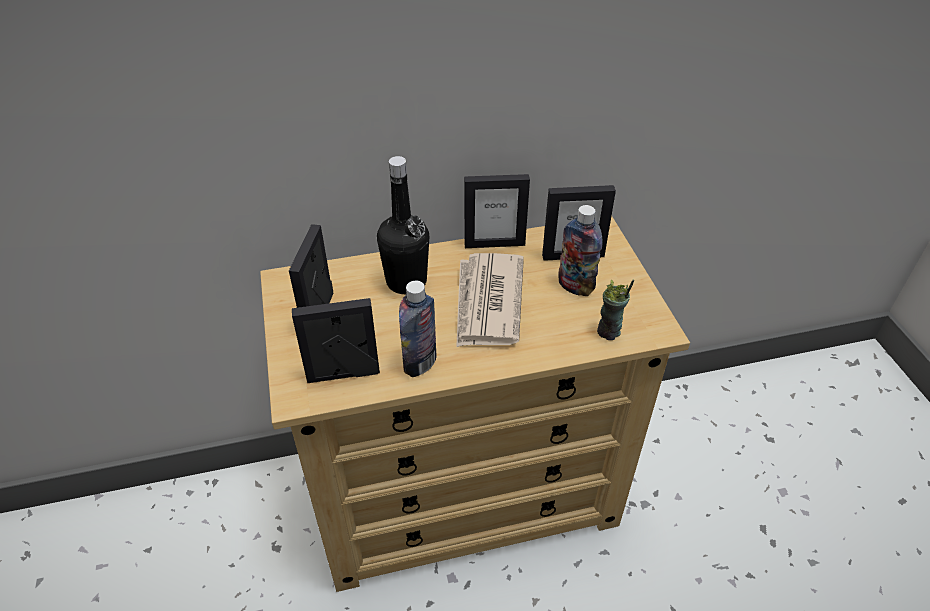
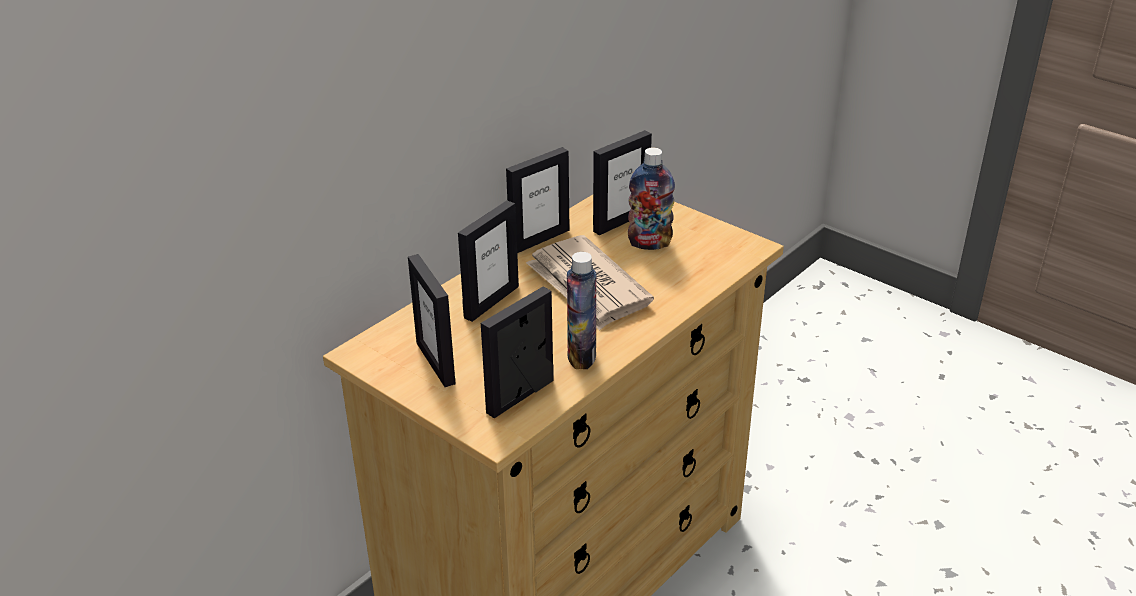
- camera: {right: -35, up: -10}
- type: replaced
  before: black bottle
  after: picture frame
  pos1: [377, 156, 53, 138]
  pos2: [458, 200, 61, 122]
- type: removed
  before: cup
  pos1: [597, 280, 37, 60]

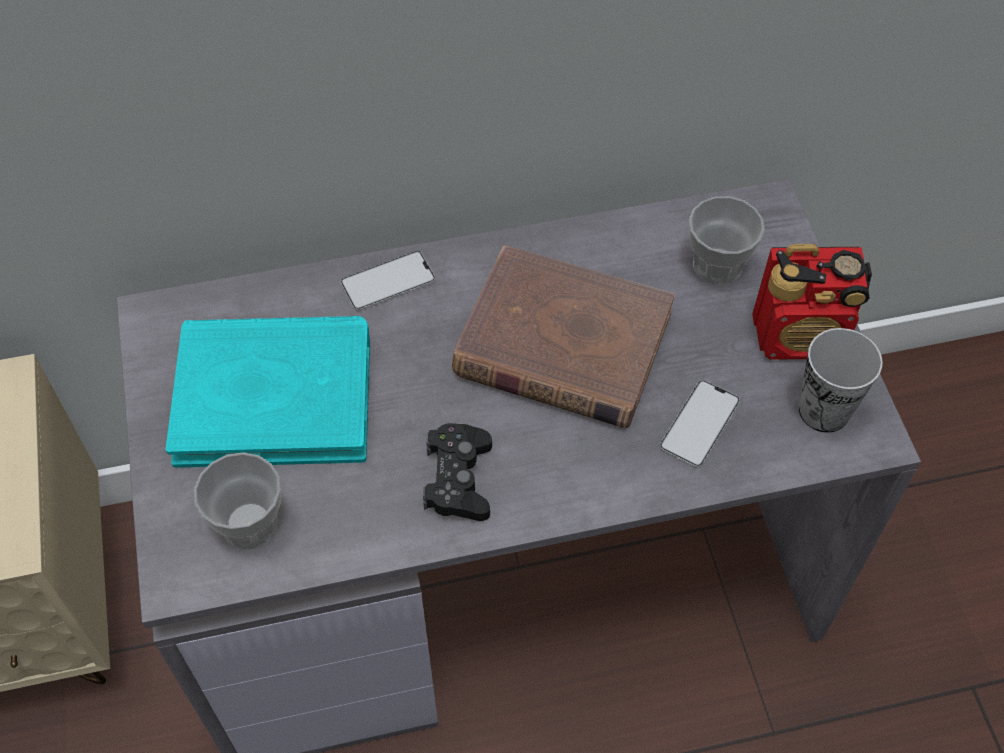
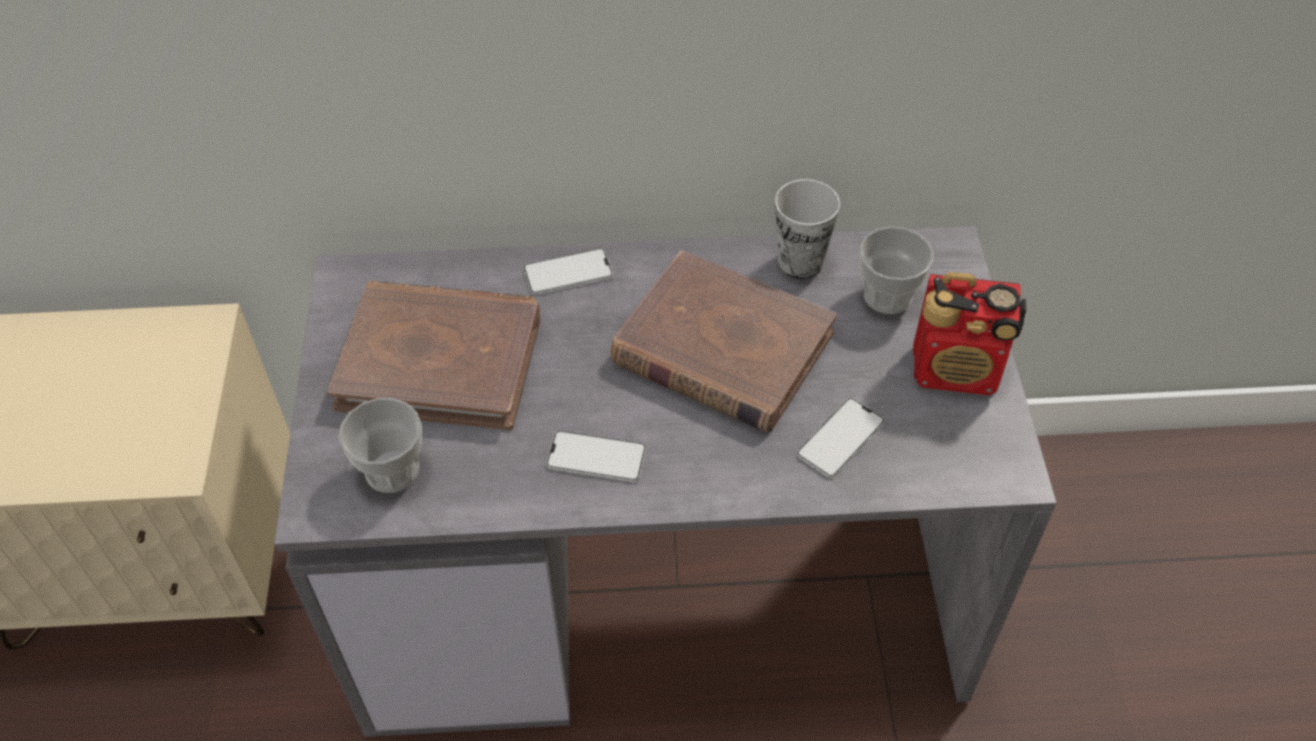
- camera: {right: 10, up: -5}
- type: recoloured
  before: turquoise book
  after: brown book
  pos1: [166, 316, 204, 152]
  pos2: [327, 281, 213, 149]
- type: replaced
  before: black game controller
  after: phone
  pos1: [423, 423, 69, 98]
  pos2: [546, 431, 100, 51]
- type: moved
  before: cup
  pos1: [799, 328, 83, 105]
  pos2: [775, 179, 65, 100]

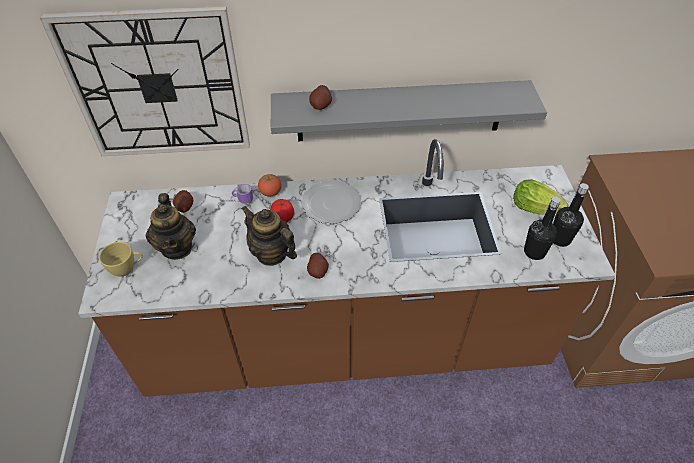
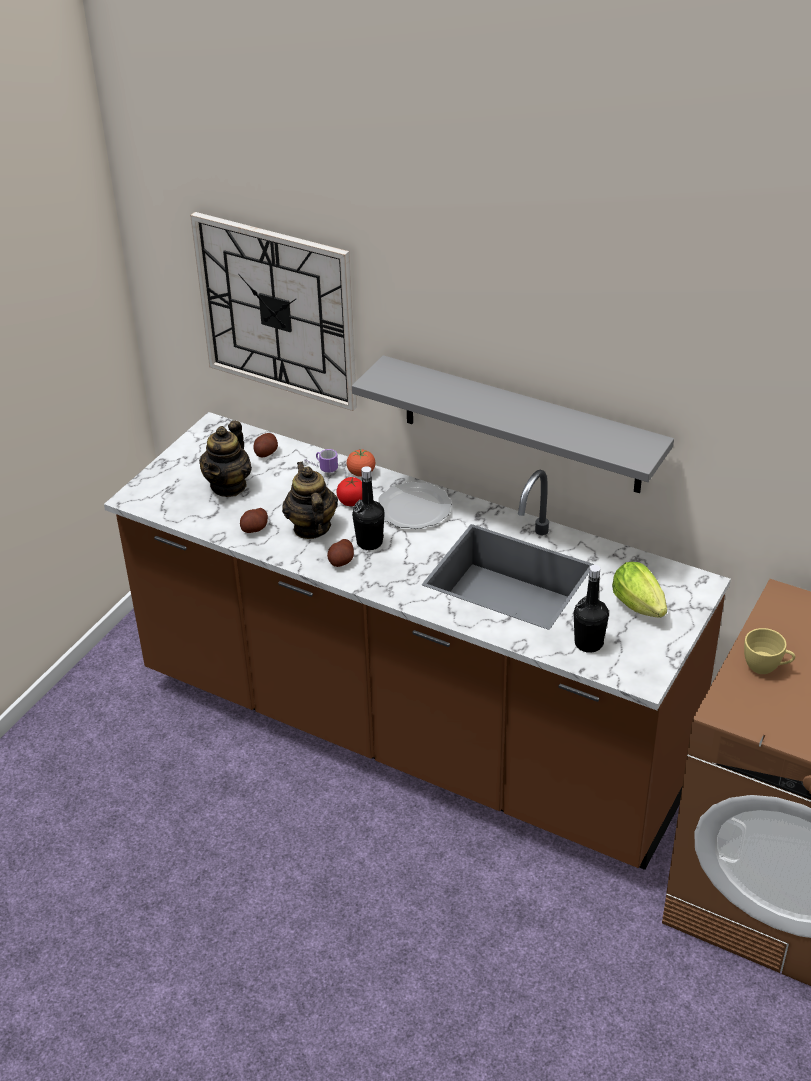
- camera: {right: 35, up: -10}
- type: moved
  before: potato
  pos1: [309, 85, 23, 25]
  pos2: [240, 508, 28, 25]
- type: moved
  before: black bottle
  pos1: [553, 183, 36, 64]
  pos2: [352, 466, 33, 84]
- type: moved
  before: yellow cup
  pos1: [99, 242, 44, 35]
  pos2: [744, 628, 51, 46]

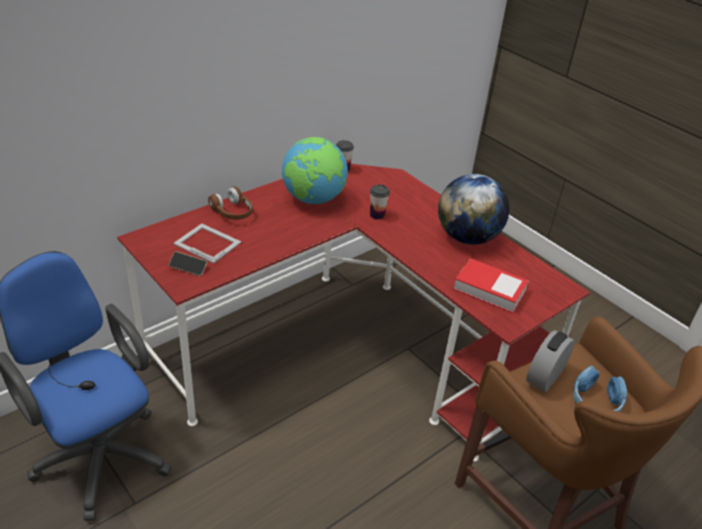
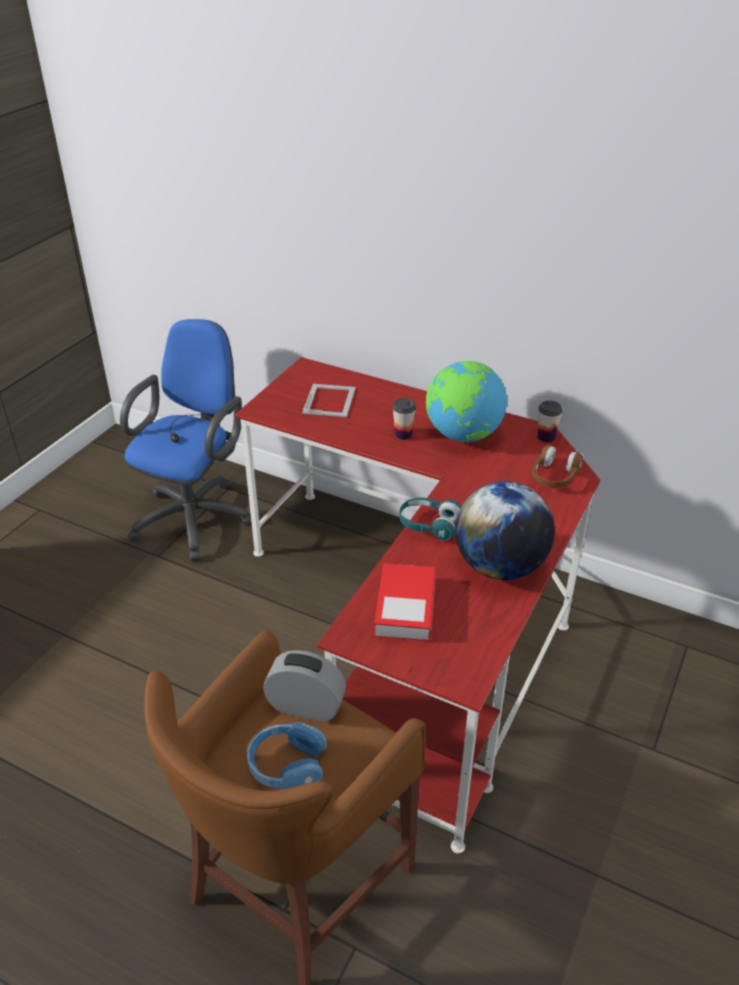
- camera: {right: 70, up: 0}
- type: moved
  before: cup
  pos1: [370, 184, 20, 36]
  pos2: [392, 398, 24, 42]
- type: added
  after: turquoise headphones
  pos2: [399, 497, 62, 44]
- type: moved
  before: brown headphones
  pos1: [208, 186, 45, 34]
  pos2: [532, 445, 51, 43]
- type: removed
  before: phone
  pos1: [169, 252, 38, 24]

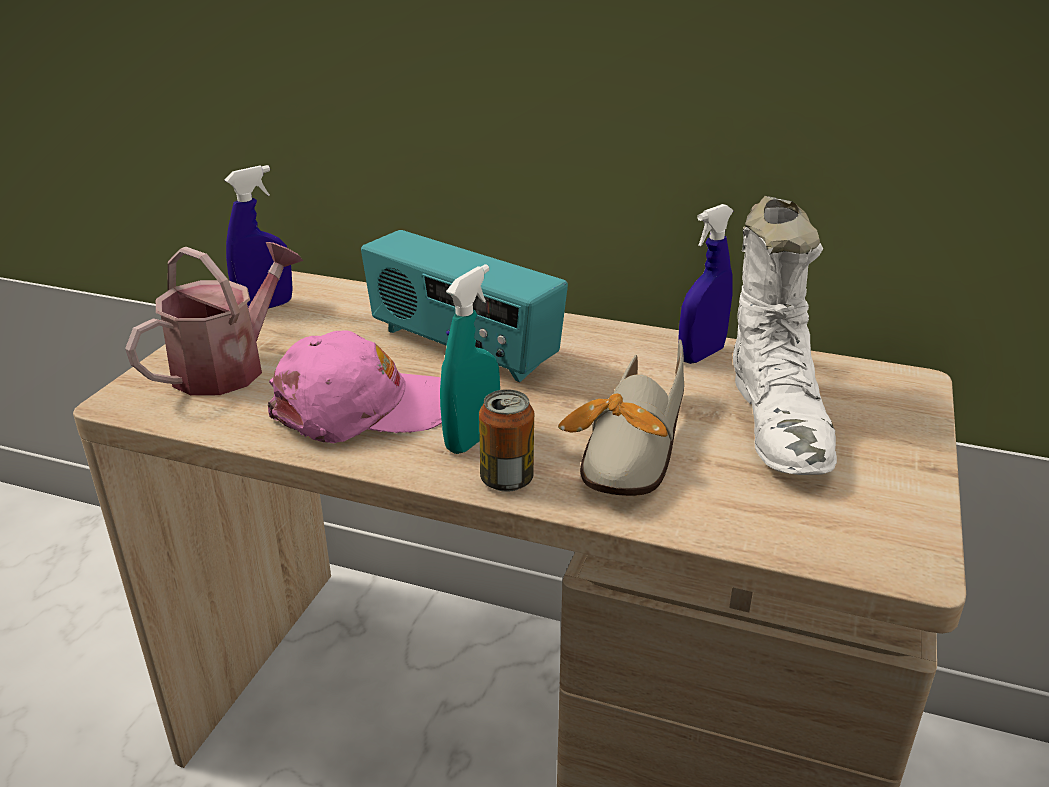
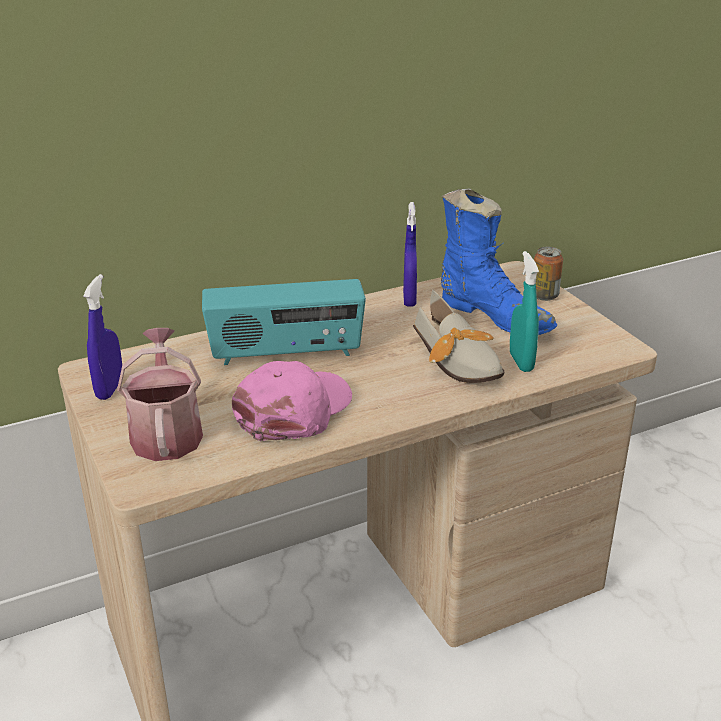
- camera: {right: -45, up: 0}
- type: recoloured
  before: white boot
  after: blue boot
  pos1: [733, 196, 104, 279]
  pos2: [441, 188, 116, 147]
- type: moved
  before: turquoise spray bottle
  pos1: [440, 264, 60, 190]
  pos2: [510, 251, 29, 121]
- type: moved
  before: can
  pos1: [479, 389, 55, 103]
  pos2: [534, 247, 29, 54]

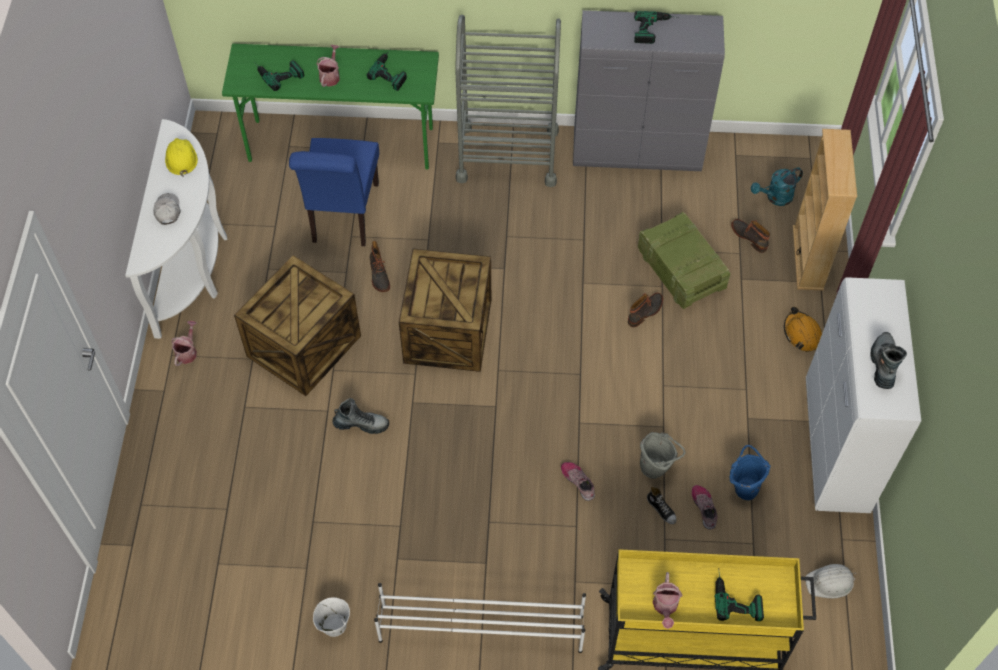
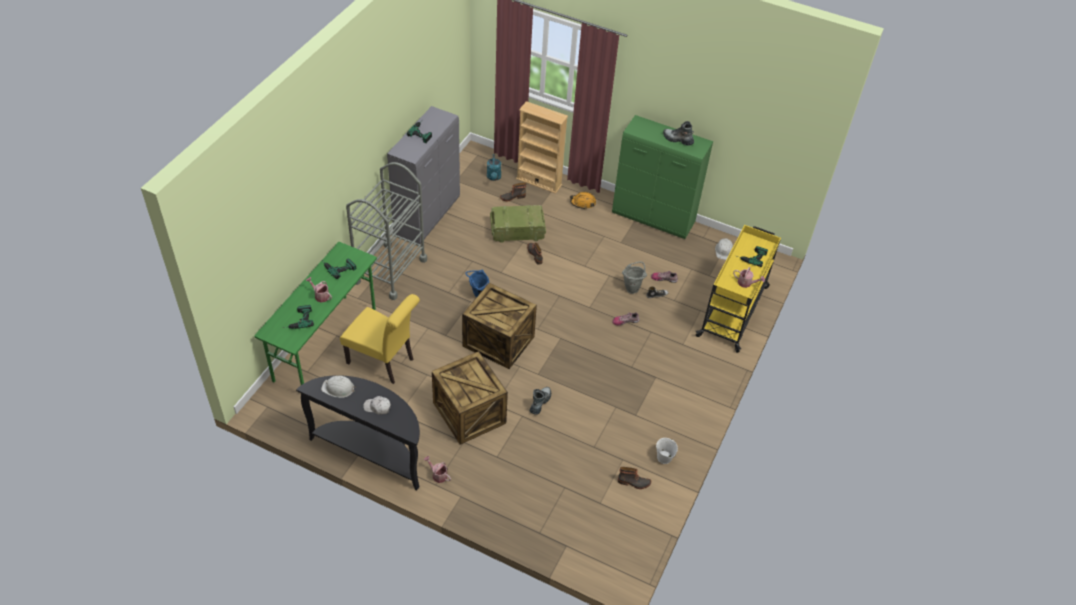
- camera: {right: -70, up: -10}
- type: recoloured
  before: white console table
  after: black console table
  pos1: [125, 119, 103, 220]
  pos2: [296, 375, 124, 115]
- type: recoloured
  before: yellow hard hat
  after: white hard hat
  pos1: [165, 138, 33, 39]
  pos2: [321, 376, 35, 22]
- type: recoloured
  before: blue chair
  after: yellow chair
  pos1: [289, 138, 90, 108]
  pos2: [340, 294, 80, 90]
- type: moved
  before: blue bucket
  pos1: [729, 445, 42, 55]
  pos2: [465, 270, 24, 27]
- type: recoloured
  before: white cabinet
  after: green cabinet
  pos1: [806, 277, 115, 236]
  pos2: [612, 115, 101, 124]
- type: moved
  before: boot
  pos1: [370, 241, 20, 51]
  pos2: [618, 467, 33, 22]
- type: removed
  before: white shoe rack
  pos1: [374, 583, 212, 70]

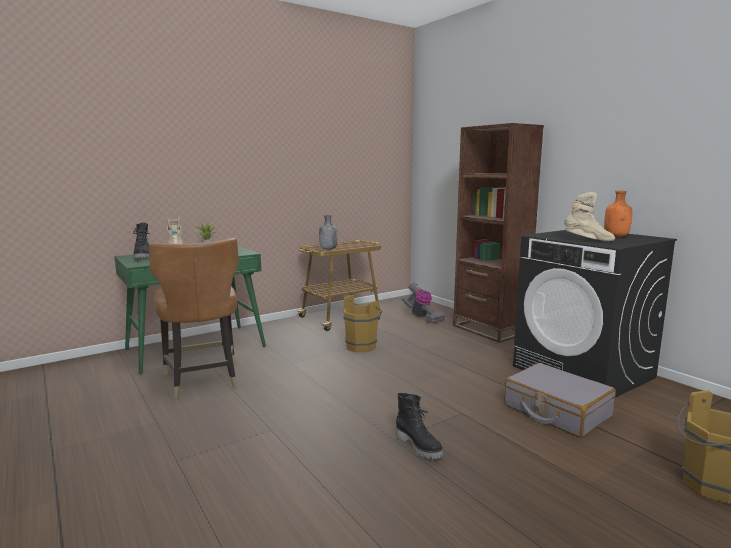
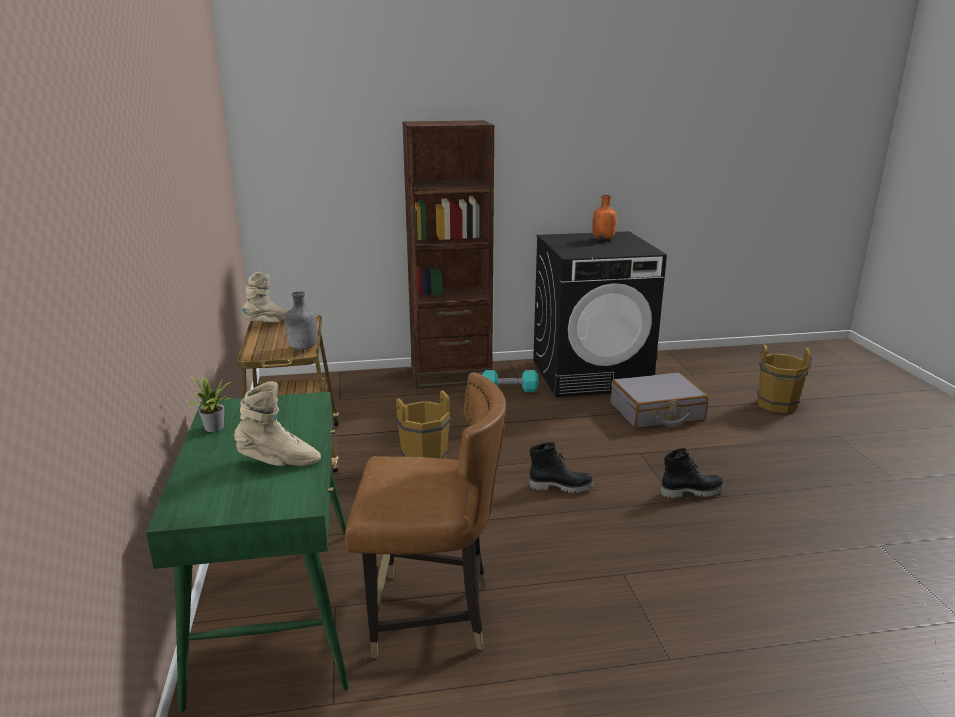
- camera: {right: -65, up: 10}
- type: moved
  before: beige boot
  pos1: [564, 192, 51, 49]
  pos2: [243, 272, 46, 50]
- type: added
  after: turquoise dumbbell
  pos2: [482, 370, 56, 22]
- type: moved
  before: black boot
  pos1: [133, 223, 17, 36]
  pos2: [529, 442, 65, 51]
- type: removed
  before: vacuum cleaner
  pos1: [402, 282, 44, 41]

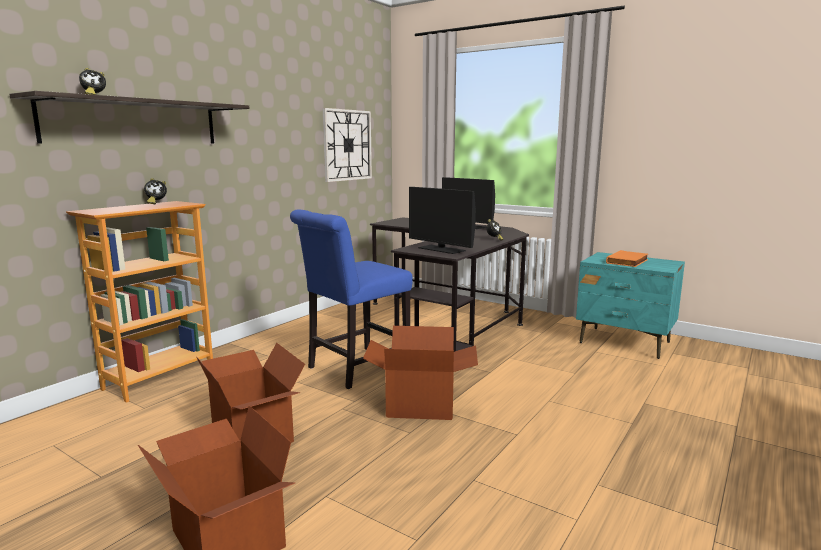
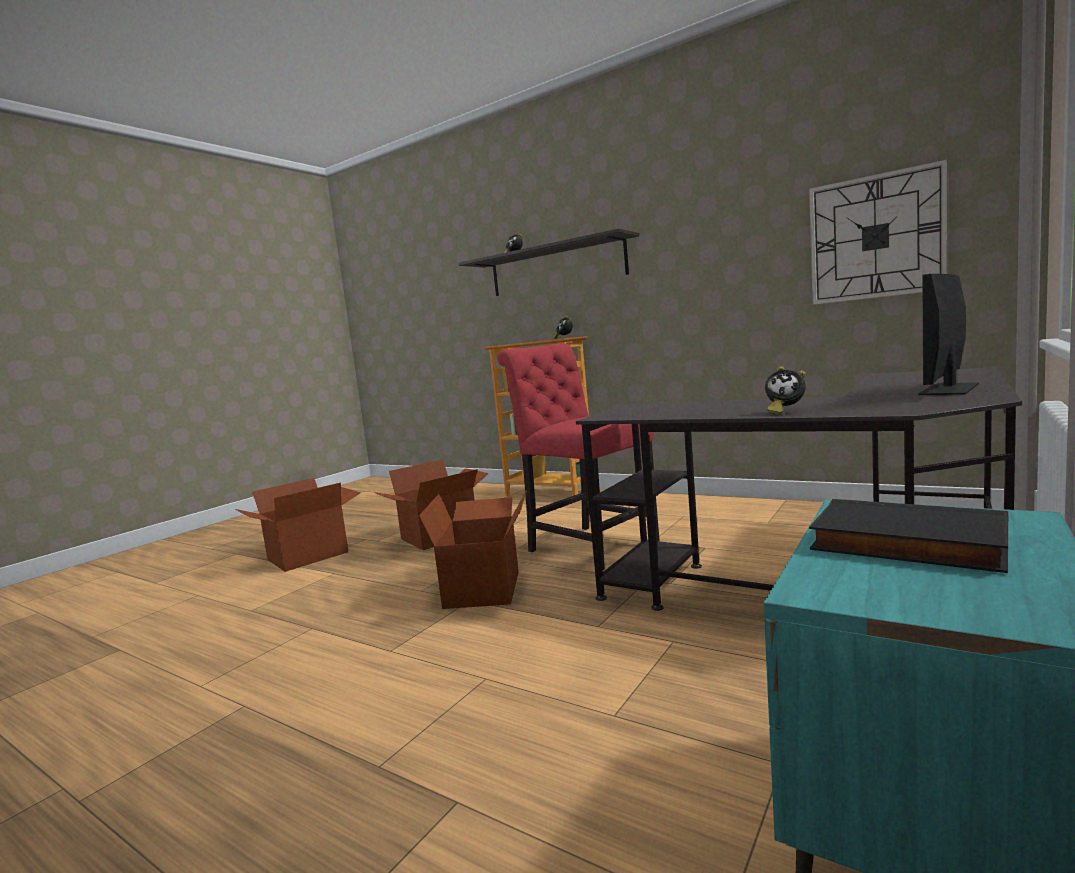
- camera: {right: 90, up: -5}
- type: recoloured
  before: blue chair
  after: red chair
  pos1: [290, 209, 123, 180]
  pos2: [497, 343, 163, 227]
- type: recoloured
  before: orange book
  after: black book
  pos1: [606, 250, 42, 17]
  pos2: [809, 499, 199, 74]
- type: removed
  before: monitor
  pos1: [409, 187, 67, 67]

